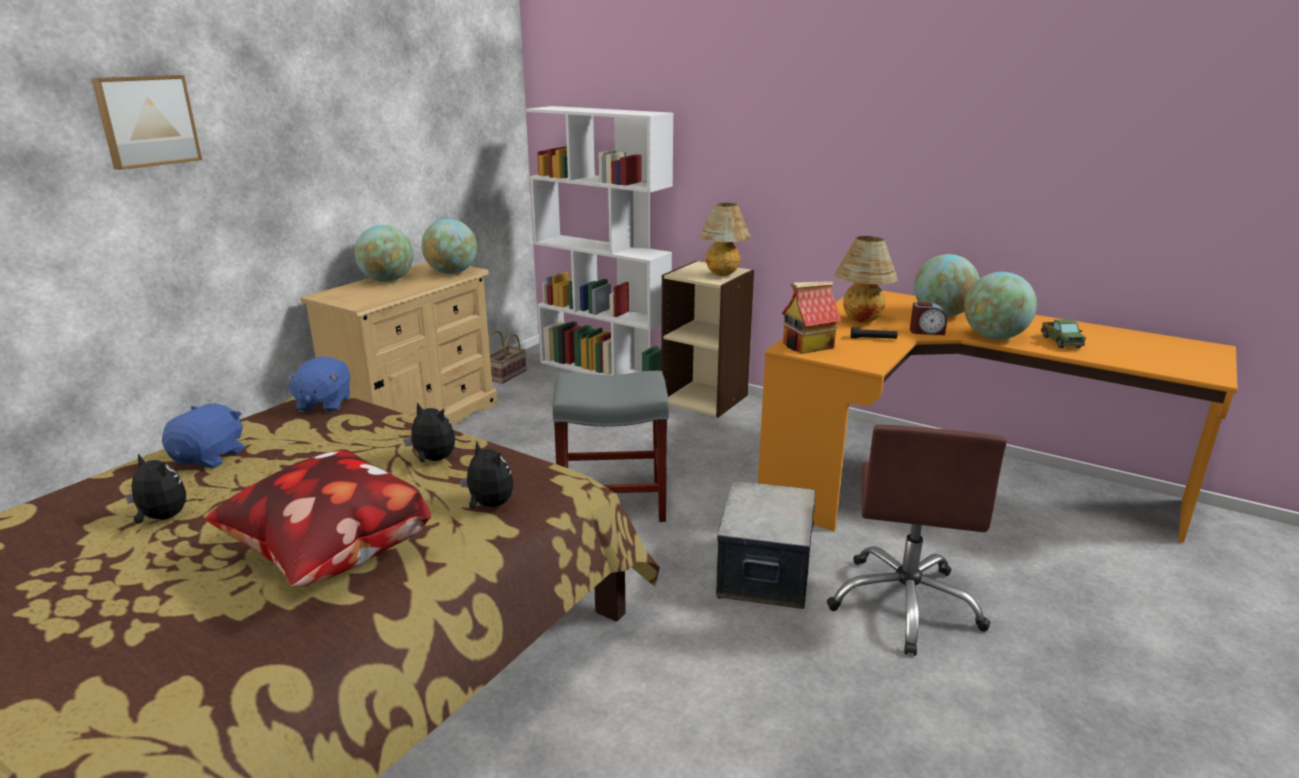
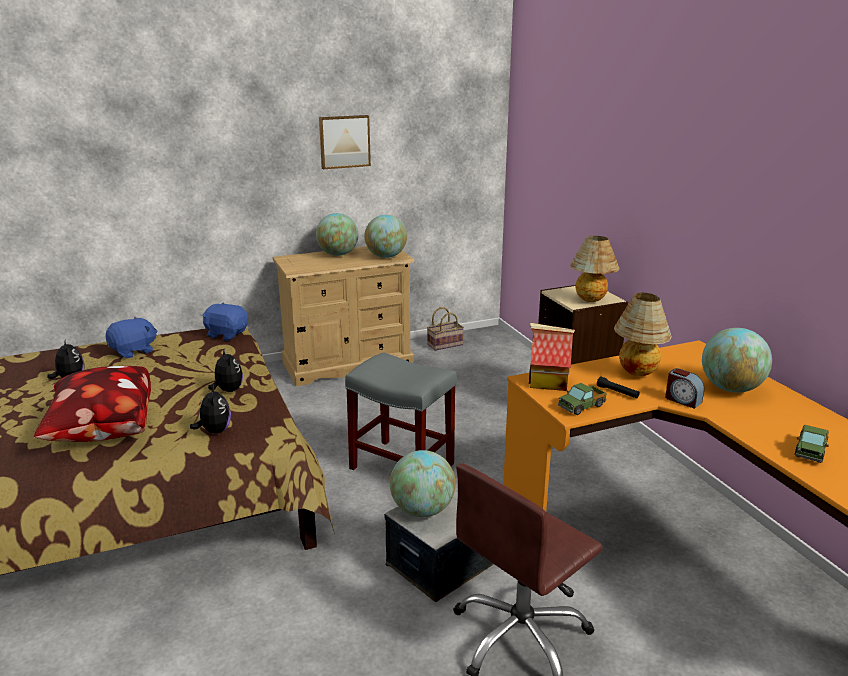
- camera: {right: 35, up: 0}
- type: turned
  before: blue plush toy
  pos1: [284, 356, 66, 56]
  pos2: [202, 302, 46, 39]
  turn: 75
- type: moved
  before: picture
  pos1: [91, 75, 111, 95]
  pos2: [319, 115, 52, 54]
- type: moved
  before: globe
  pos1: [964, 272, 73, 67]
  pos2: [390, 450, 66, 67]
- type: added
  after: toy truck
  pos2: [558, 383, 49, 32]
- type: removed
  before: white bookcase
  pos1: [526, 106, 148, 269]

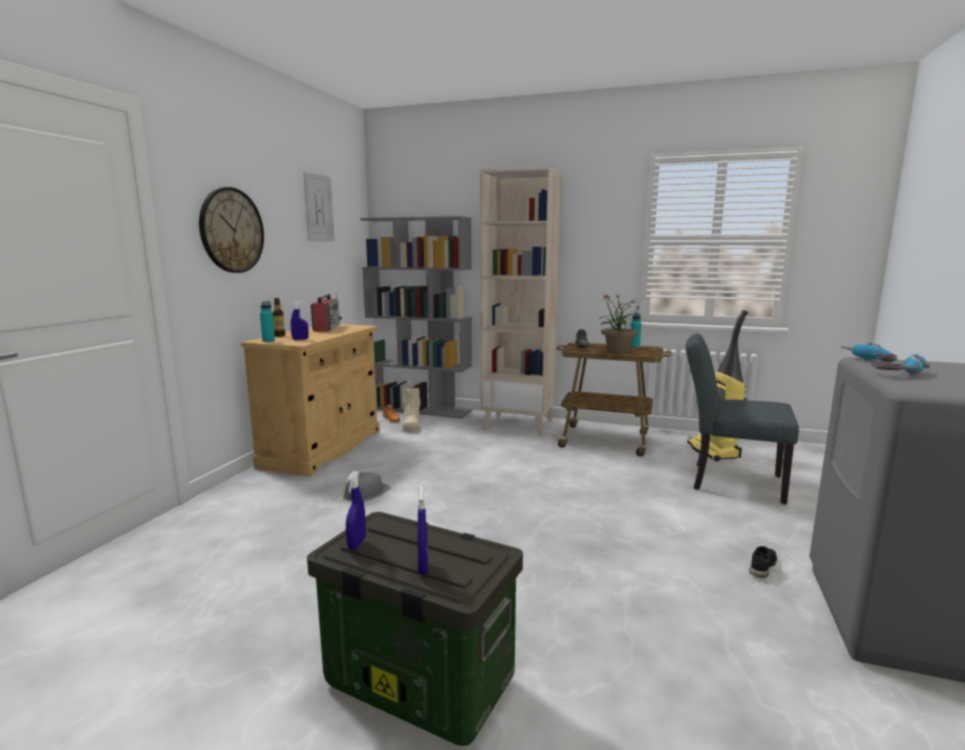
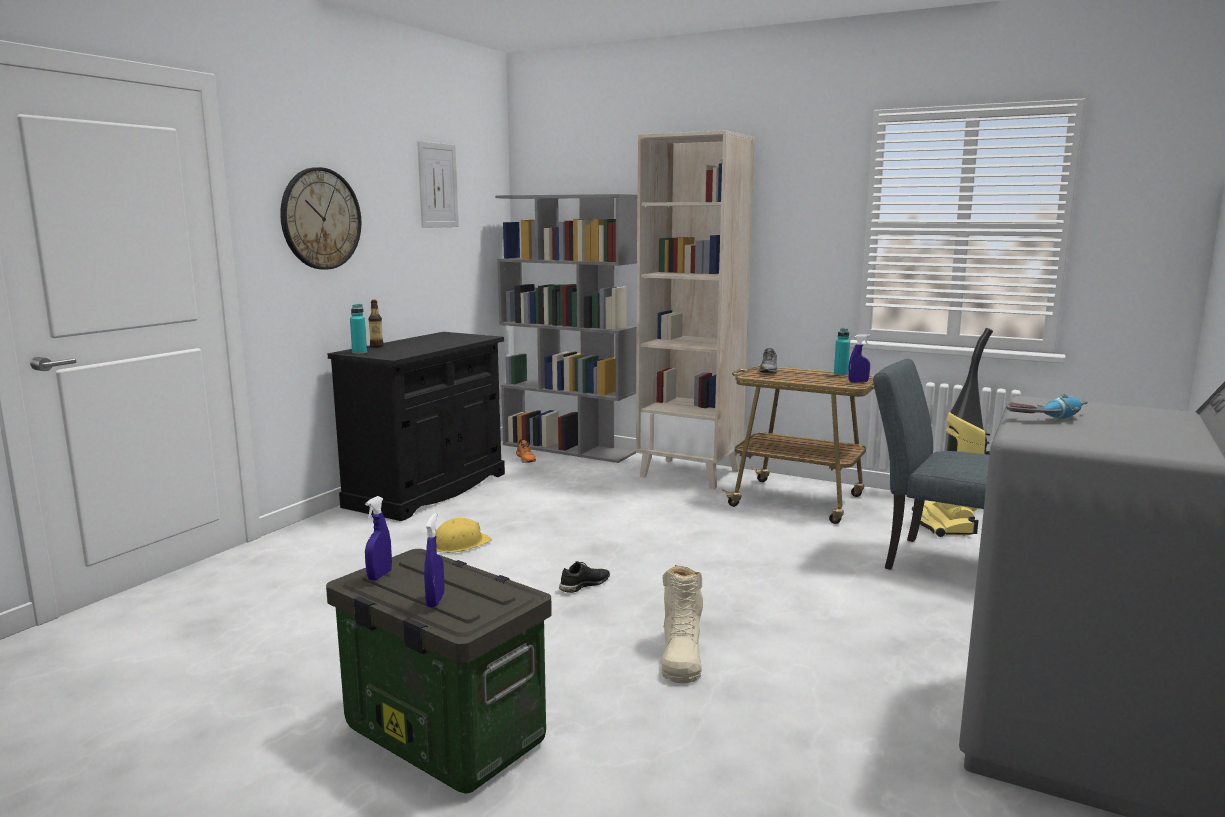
- camera: {right: 10, up: 0}
- type: recoloured
  before: beige cabinet
  after: black cabinet
  pos1: [241, 324, 139, 153]
  pos2: [328, 332, 177, 189]
- type: recoloured
  before: grey hard hat
  after: yellow hard hat
  pos1: [343, 472, 48, 29]
  pos2: [435, 518, 57, 35]
- type: moved
  before: black shoe
  pos1: [749, 546, 28, 32]
  pos2: [559, 561, 51, 32]
- type: moved
  before: beige boot
  pos1: [402, 387, 18, 45]
  pos2: [661, 565, 42, 118]
- type: moved
  before: blue spray bottle
  pos1: [290, 301, 19, 39]
  pos2: [848, 334, 22, 48]
- type: removed
  before: radio
  pos1: [311, 292, 31, 40]
- type: removed
  before: potted plant
  pos1: [598, 295, 42, 58]
- type: removed
  before: power drill
  pos1: [841, 343, 56, 19]

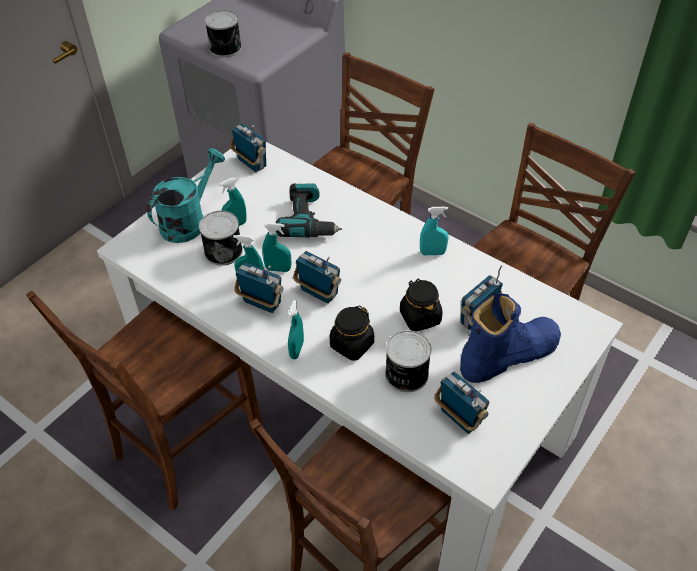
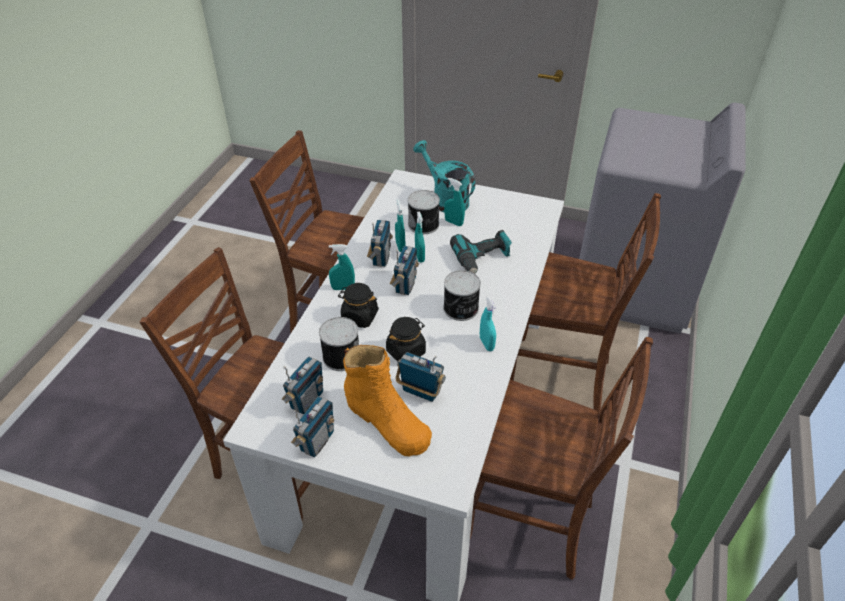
- camera: {right: 70, up: -5}
- type: moved
  before: radio
  pos1: [230, 124, 36, 48]
  pos2: [291, 396, 43, 61]
- type: recoloured
  before: blue boot
  after: orange boot
  pos1: [460, 293, 101, 90]
  pos2: [343, 345, 89, 112]
- type: turned
  before: turquoise watering can
  pos1: [147, 148, 78, 95]
  pos2: [413, 140, 62, 73]
  turn: -150
- type: moved
  before: can
  pos1: [205, 10, 37, 47]
  pos2: [443, 270, 38, 51]

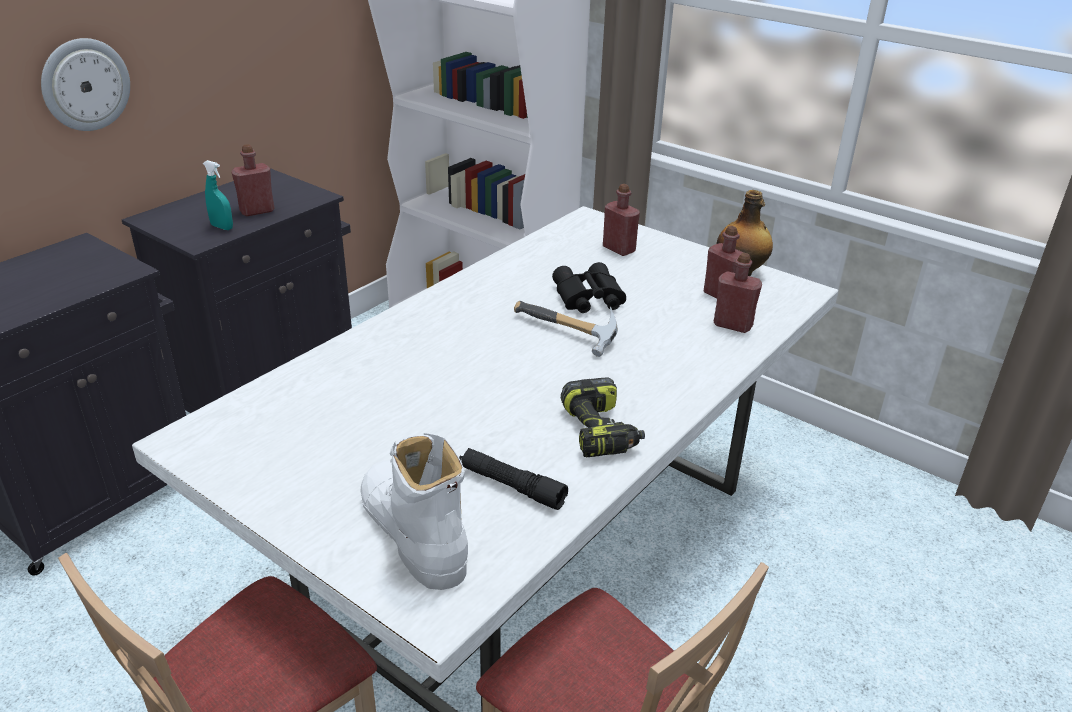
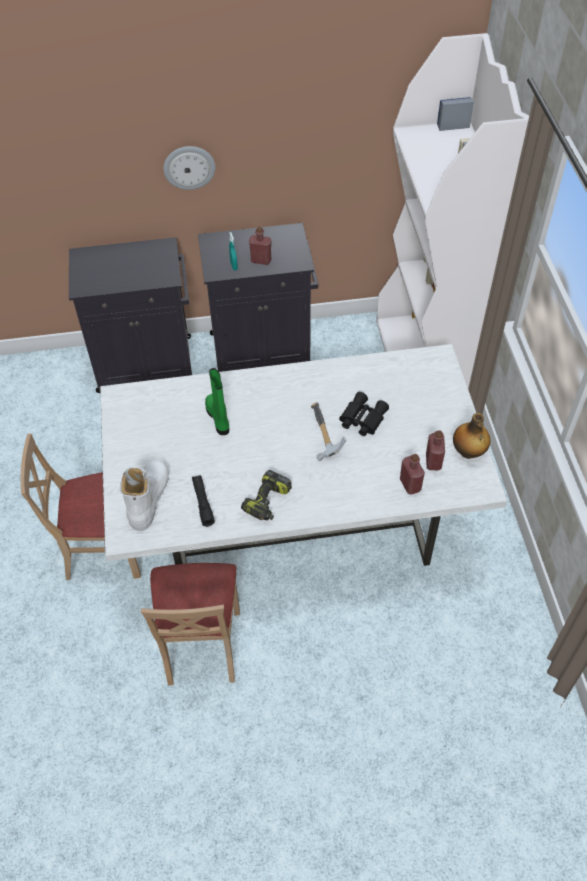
- camera: {right: 45, up: 20}
- type: added
  after: green boot
  pos2: [205, 368, 24, 67]
- type: removed
  before: red bottle
  pos1: [603, 184, 37, 72]

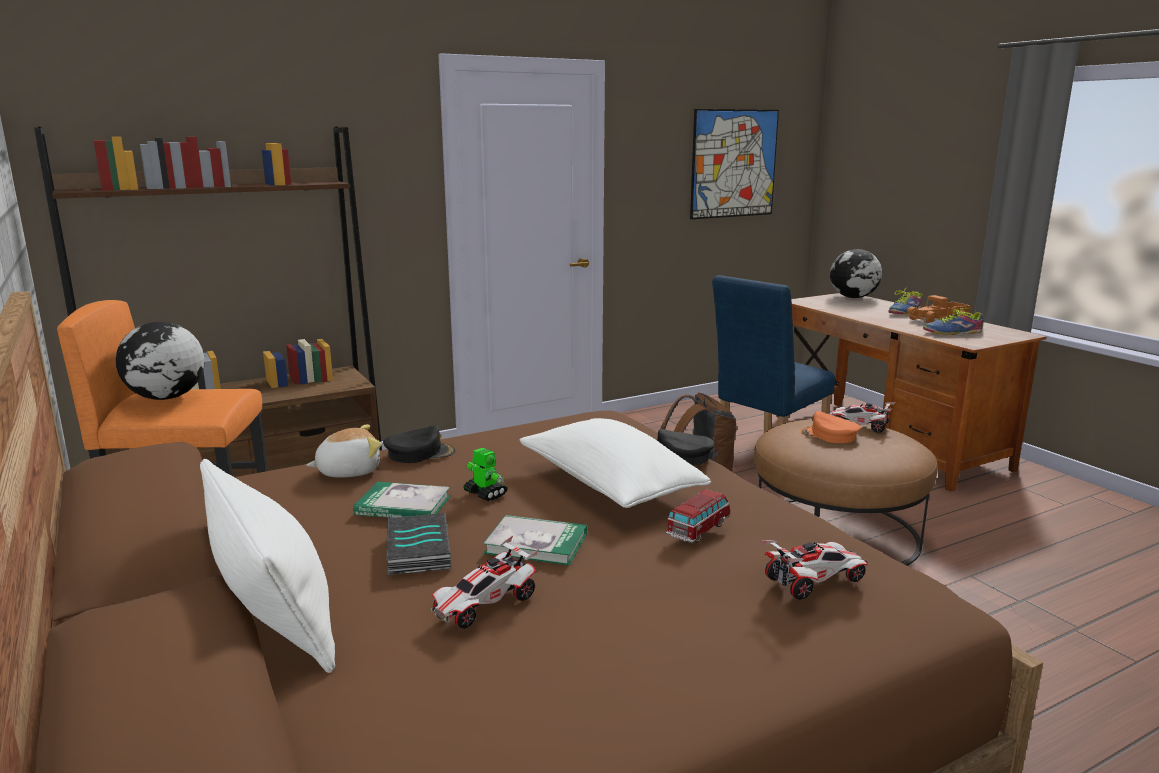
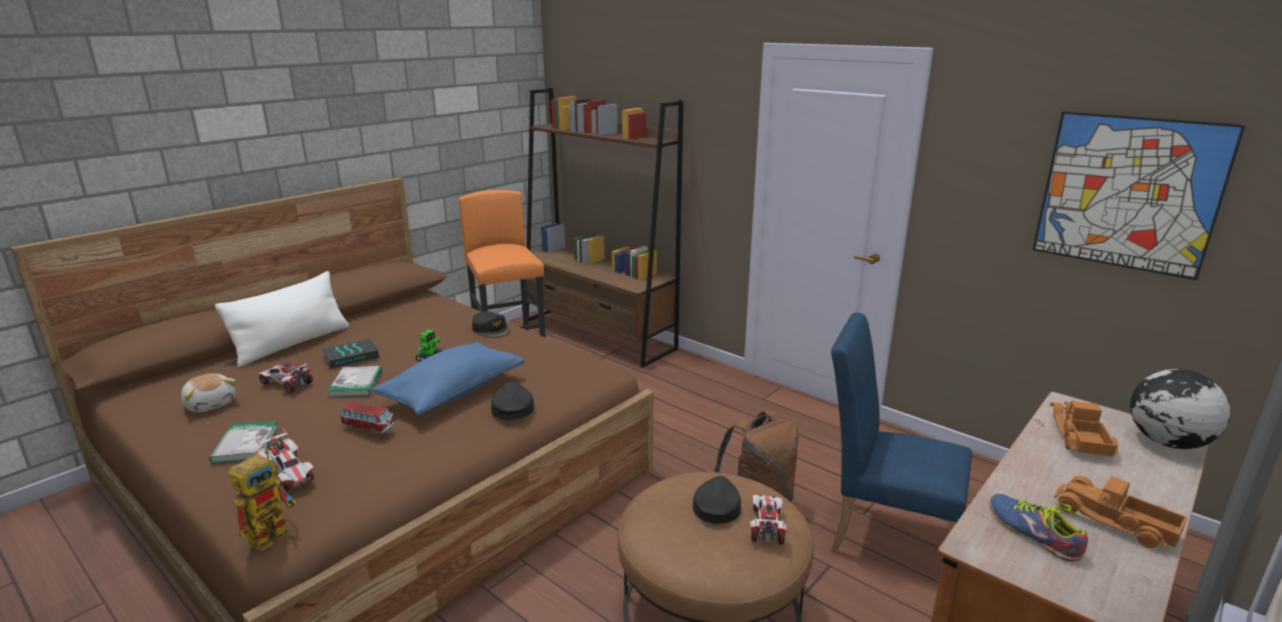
- camera: {right: 70, up: 5}
- type: moved
  before: plush toy
  pos1: [306, 424, 76, 54]
  pos2: [181, 373, 55, 39]
- type: moved
  before: book
  pos1: [353, 482, 97, 36]
  pos2: [210, 420, 69, 44]
- type: added
  after: toy robot
  pos2: [229, 450, 67, 101]
- type: recoloured
  before: white pillow
  after: blue pillow
  pos1: [520, 418, 191, 90]
  pos2: [372, 342, 153, 73]
- type: recoloured
  before: orange cap
  after: black cap
  pos1: [800, 411, 61, 32]
  pos2: [693, 476, 48, 48]
- type: added
  after: toy truck
  pos2: [1050, 401, 68, 56]
- type: removed
  before: globe
  pos1: [116, 322, 89, 78]
- type: removed
  before: shoe
  pos1: [889, 289, 34, 26]

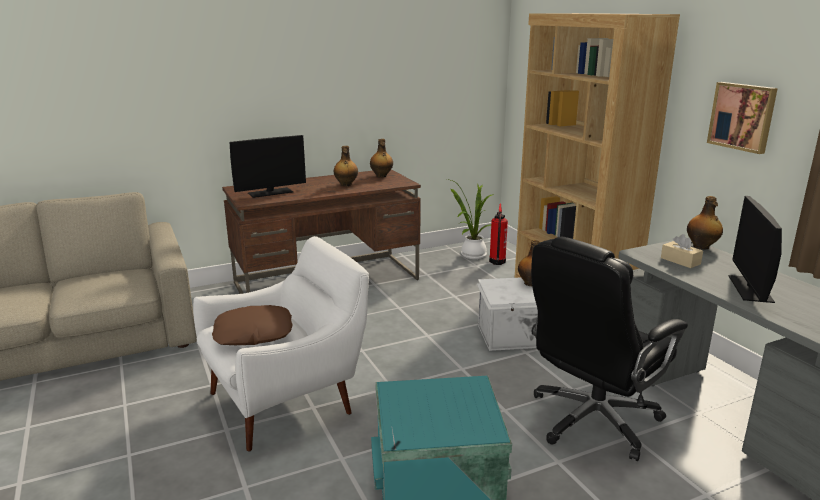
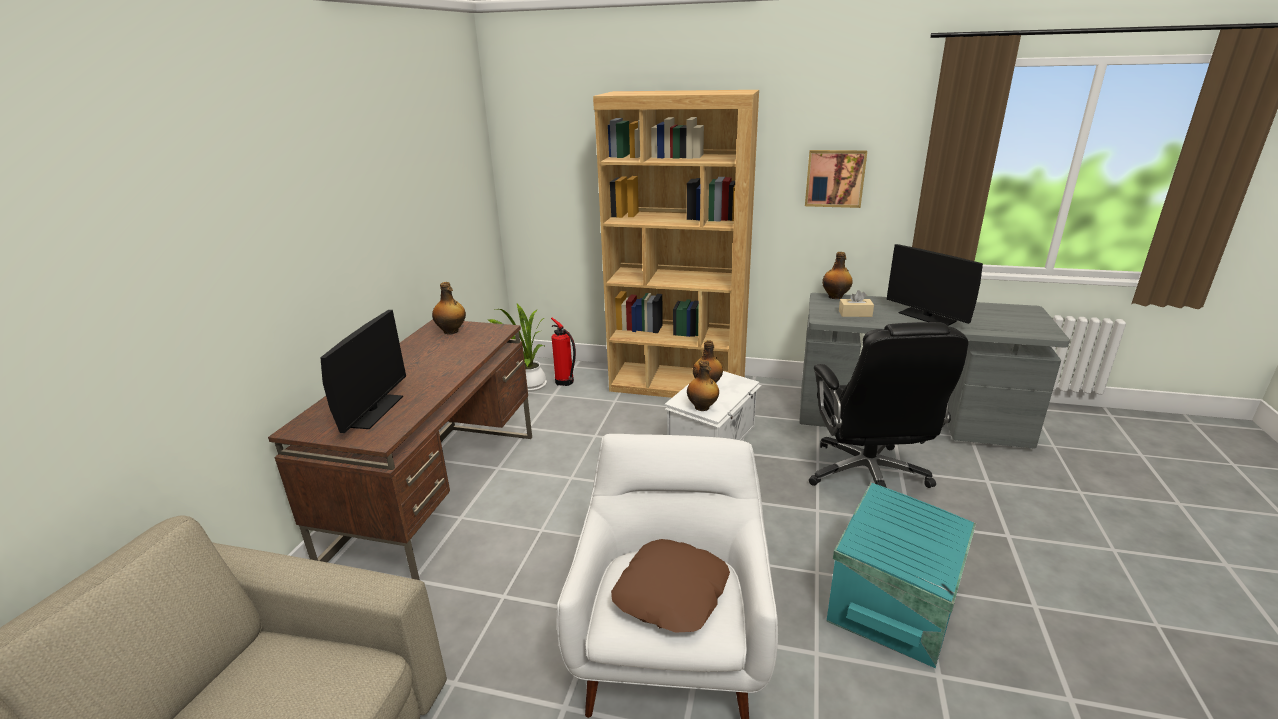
- camera: {right: -50, up: 5}
- type: moved
  before: bottle
  pos1: [334, 146, 24, 40]
  pos2: [687, 360, 32, 51]

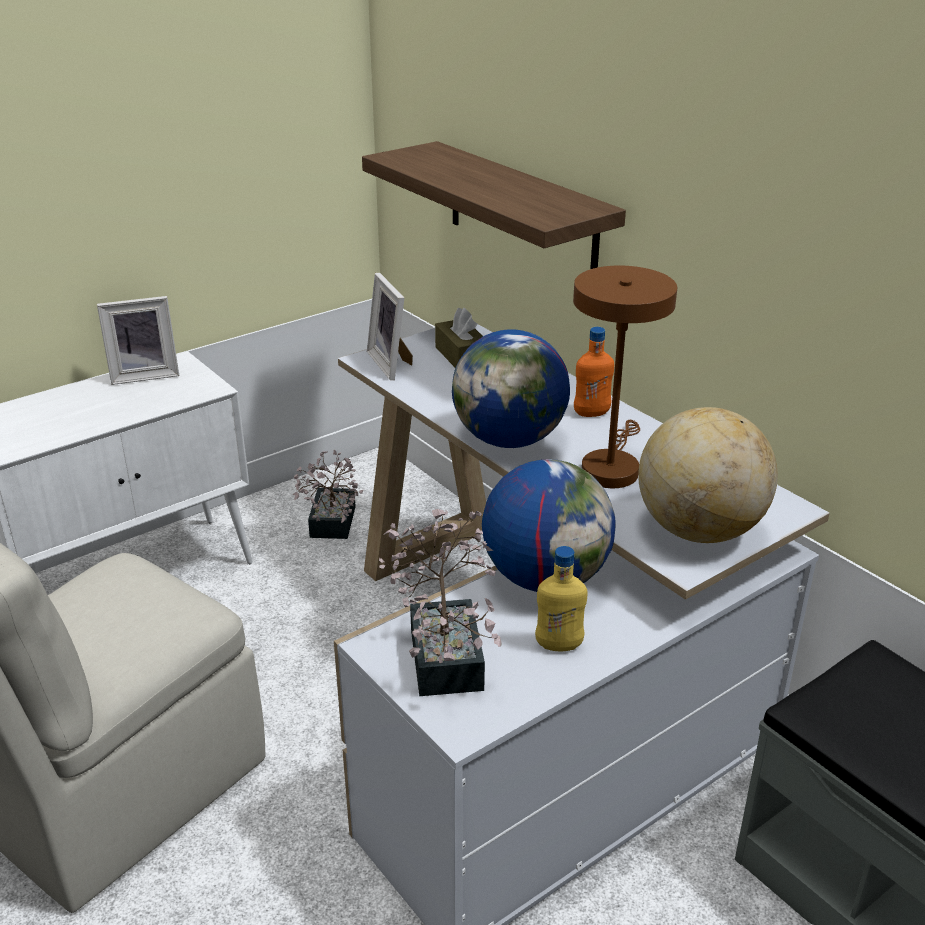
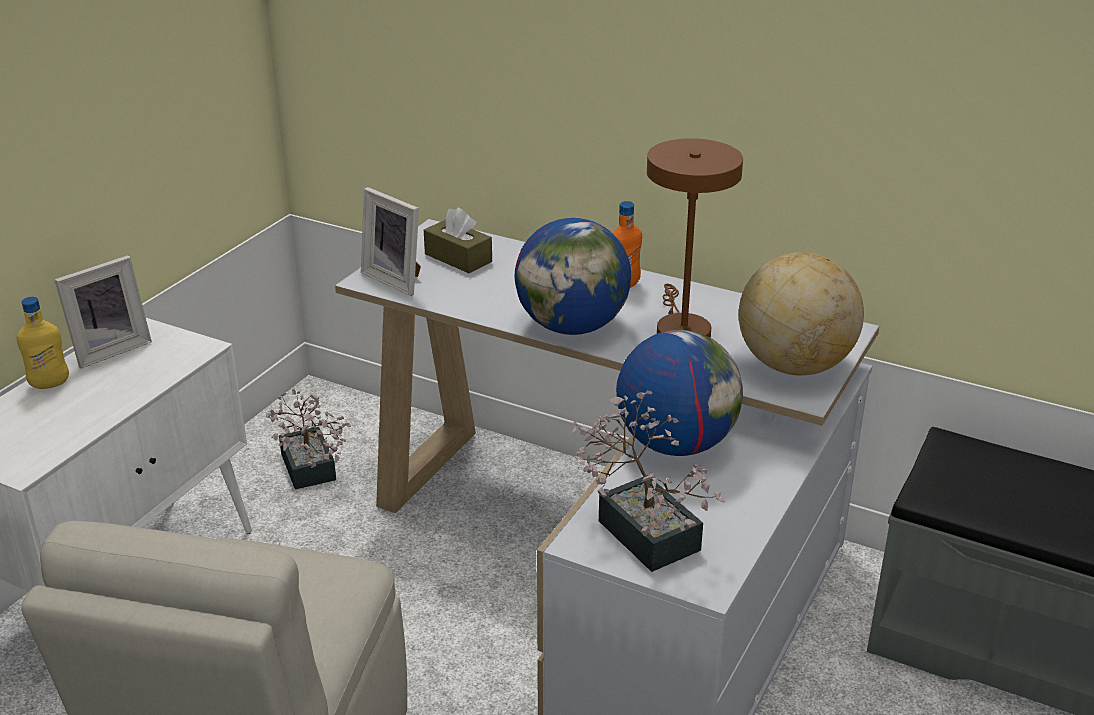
- camera: {right: -25, up: 0}
- type: moved
  before: yellow bottle
  pos1: [535, 546, 53, 105]
  pos2: [17, 297, 52, 92]
- type: removed
  before: shelf
  pos1: [362, 141, 264, 128]

